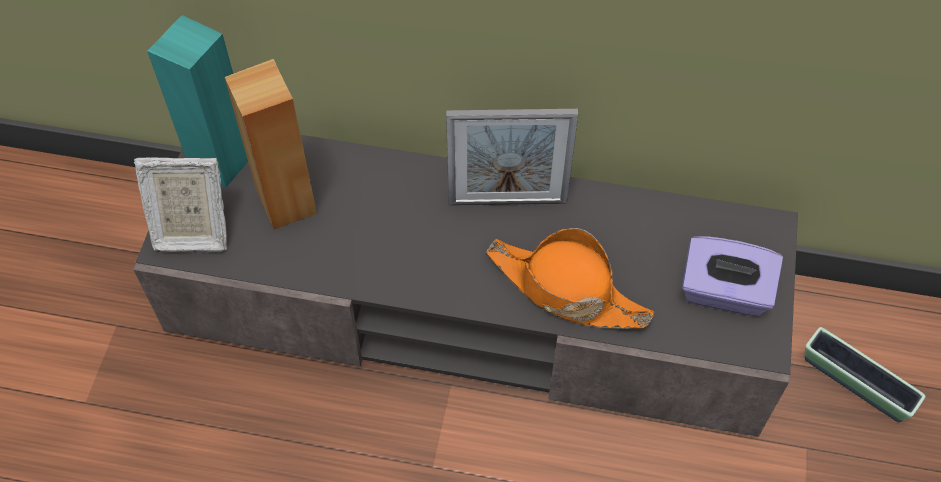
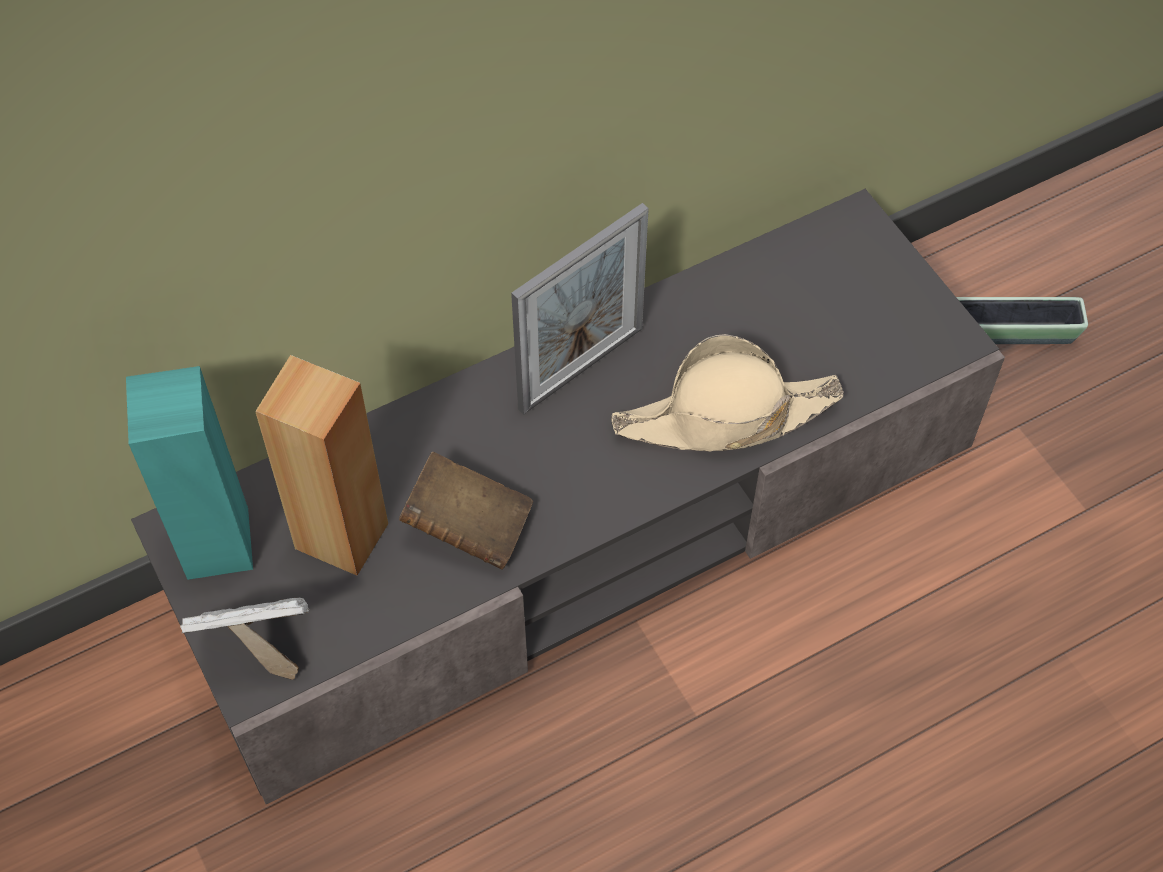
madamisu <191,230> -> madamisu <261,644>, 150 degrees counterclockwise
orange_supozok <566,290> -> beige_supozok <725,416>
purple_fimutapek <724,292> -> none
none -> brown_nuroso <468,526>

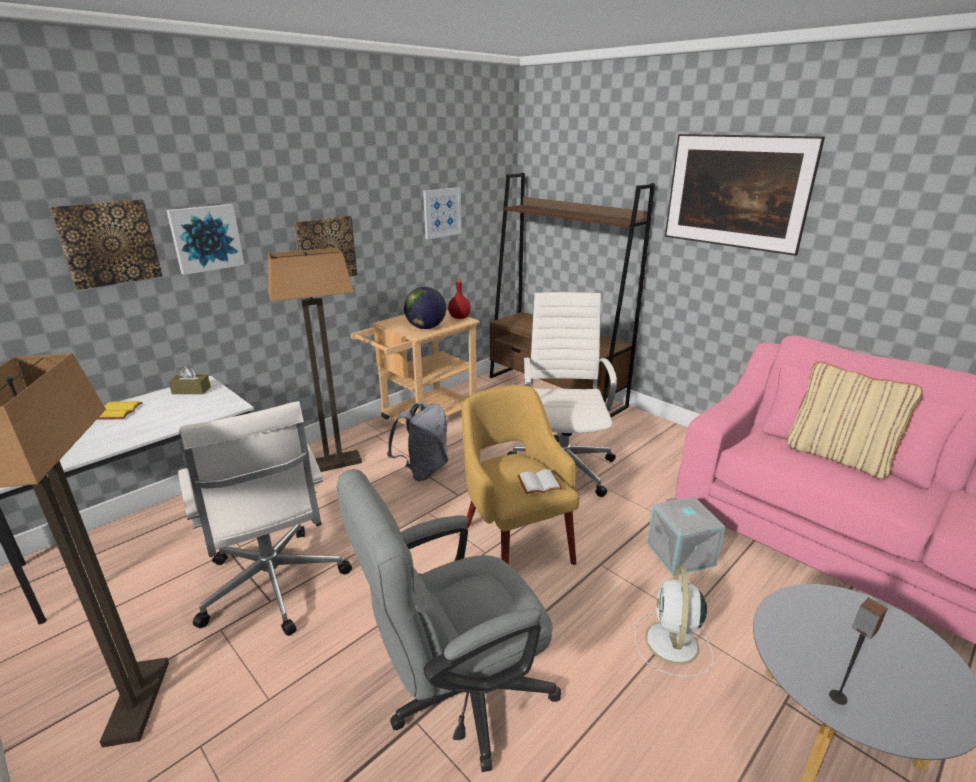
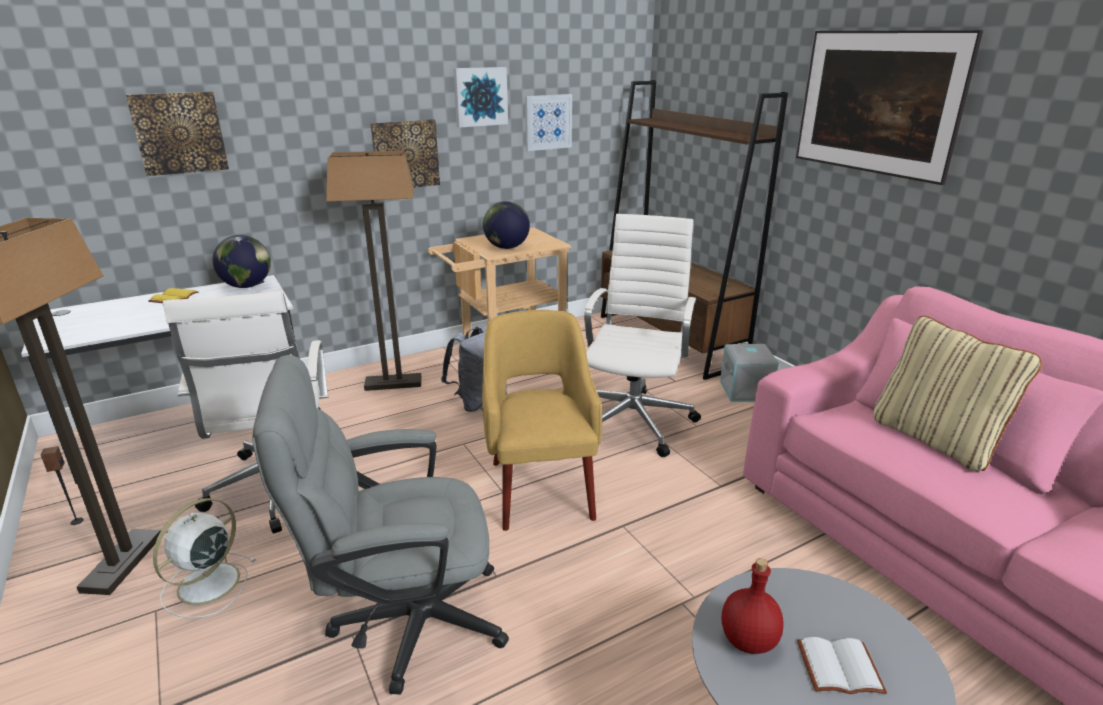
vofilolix <206,238> -> vofilolix <480,96>, relocated
brown_fimutapek <191,390> -> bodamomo <247,286>
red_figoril <459,317> -> red_figoril <747,640>, relocated
white_nuroso <539,484> -> white_nuroso <839,669>, relocated
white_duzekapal <672,644> -> white_duzekapal <206,585>, relocated
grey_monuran <681,554> -> grey_monuran <746,391>, relocated
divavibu <837,697> -> divavibu <76,521>, relocated

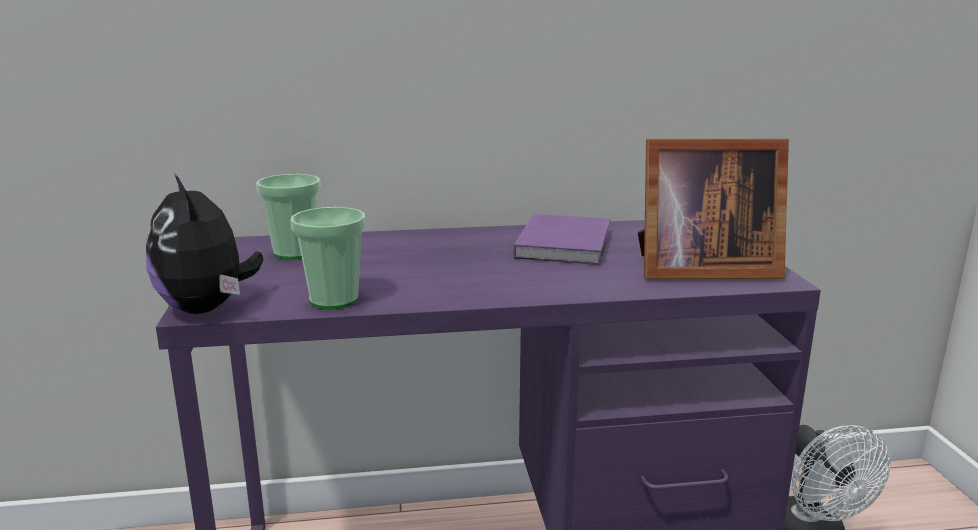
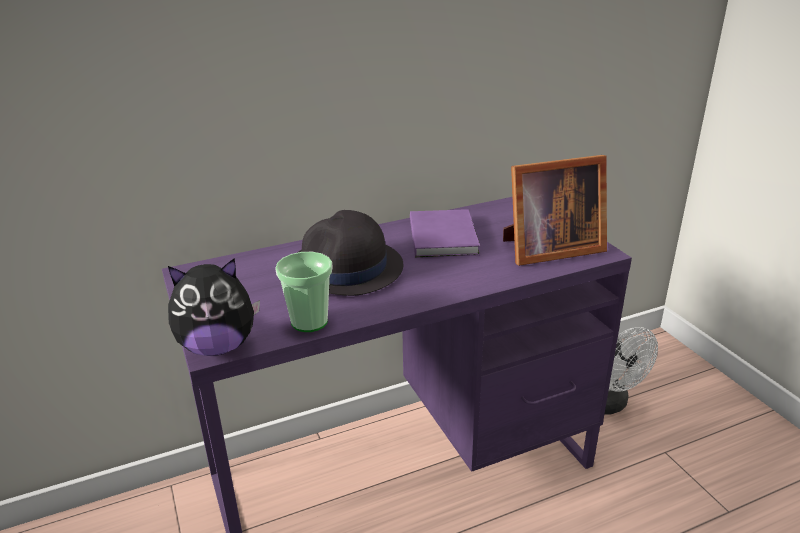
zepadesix <208,308> -> zepadesix <218,347>, 60 degrees counterclockwise
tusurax <294,253> -> none
none -> black_supozok <345,269>

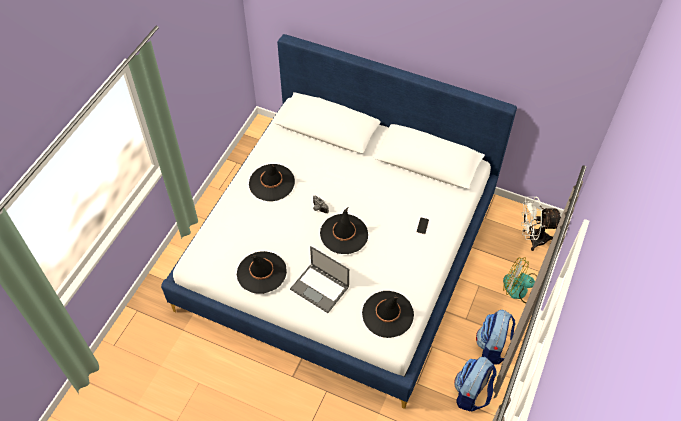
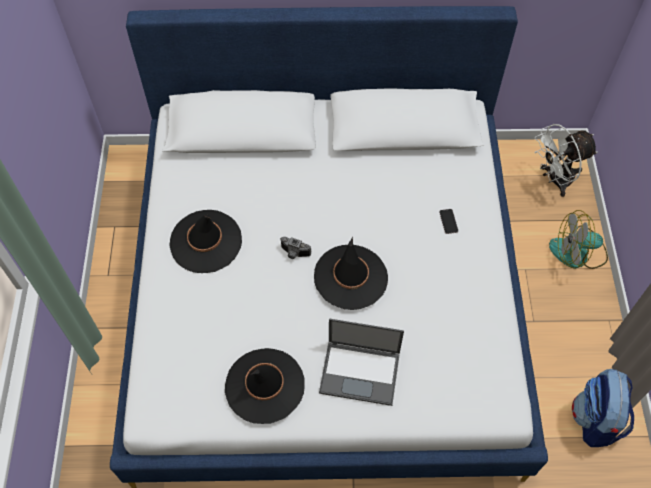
black_supozok <387,314> -> none
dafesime <493,348> -> none

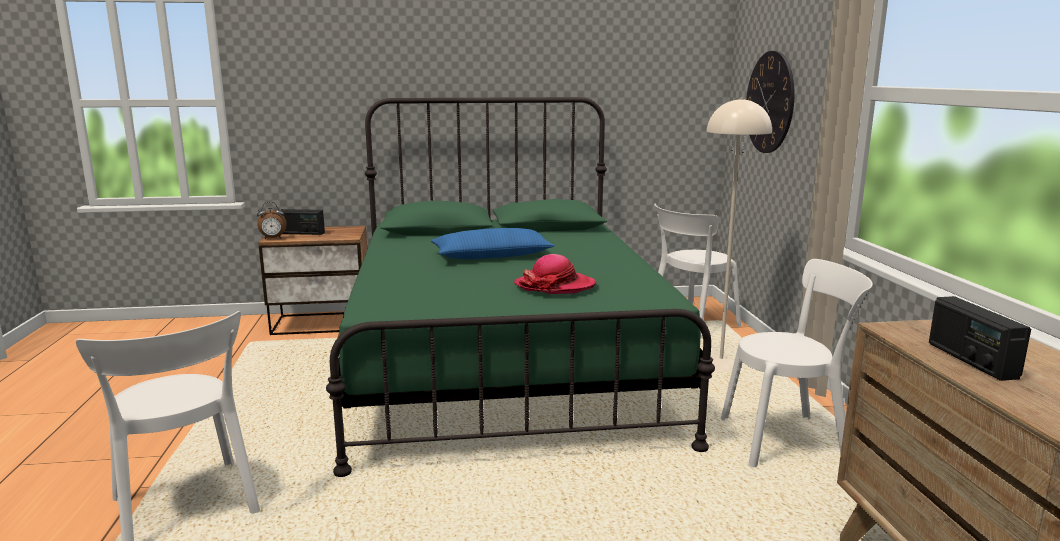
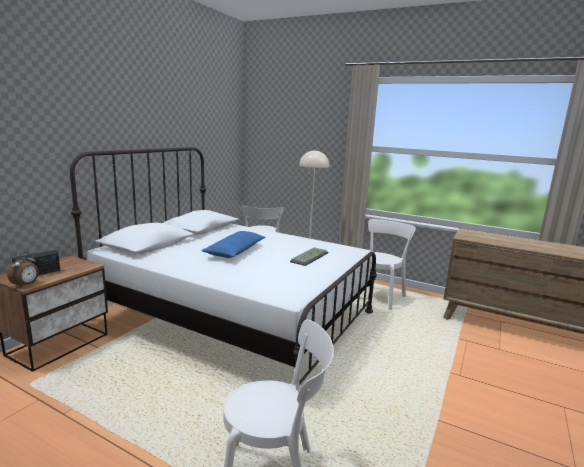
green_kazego <504,366> -> white_kazego <235,316>
supozok <555,286> -> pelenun <309,257>
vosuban <770,102> -> none
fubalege <971,360> -> none

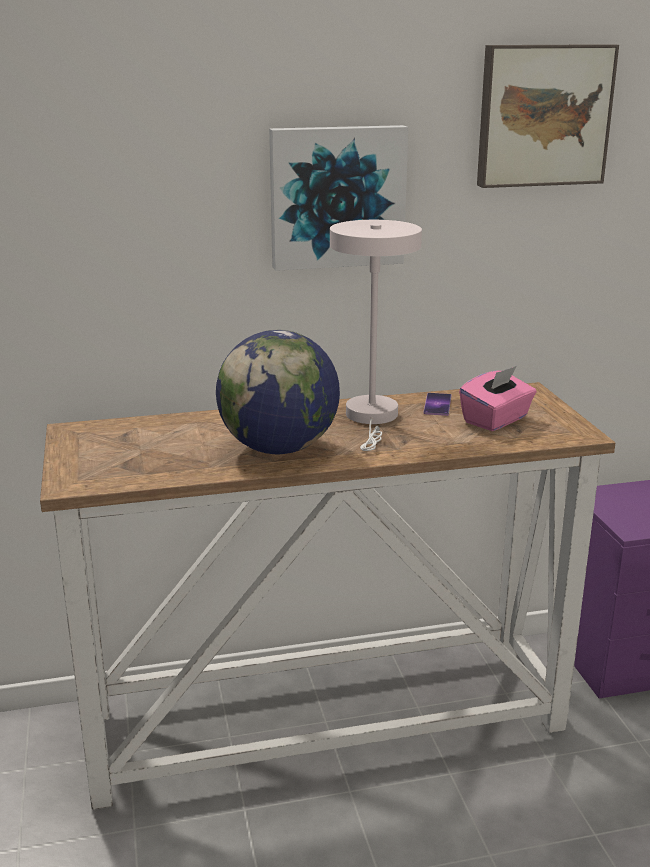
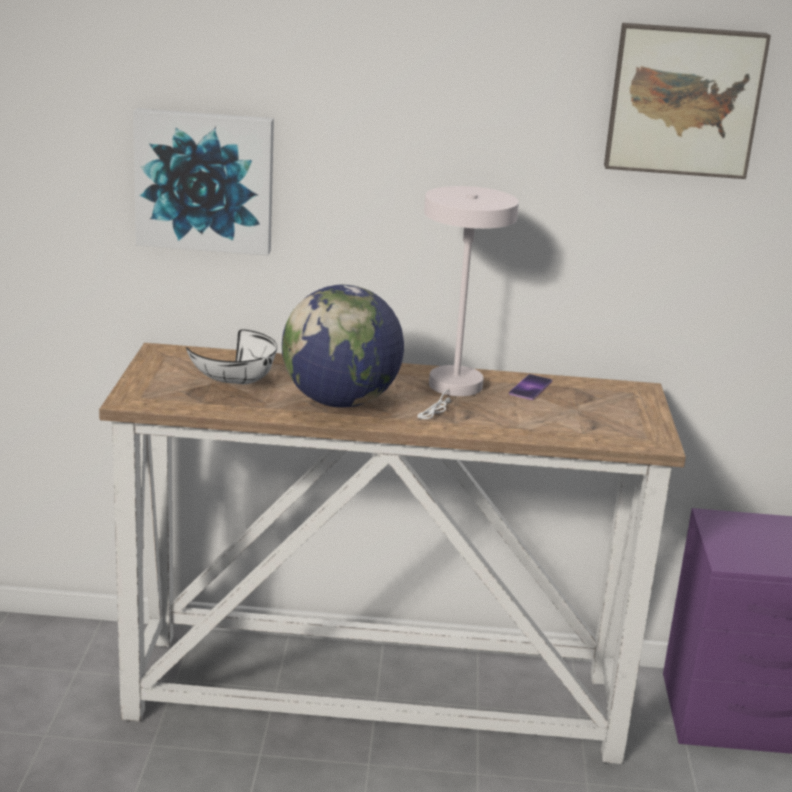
vofilolix <336,197> -> vofilolix <205,180>, relocated
pink_fimutapek <496,420> -> none
none -> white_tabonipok <239,382>

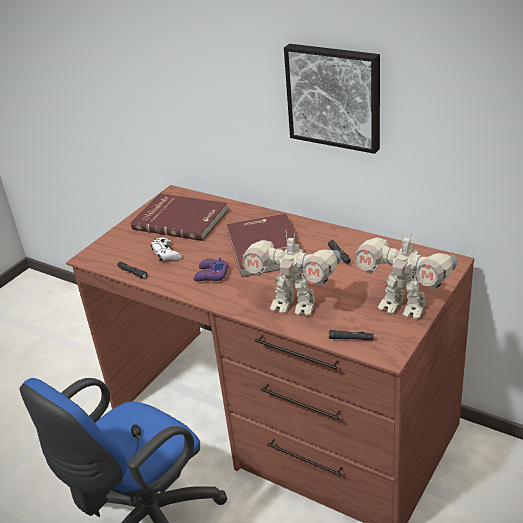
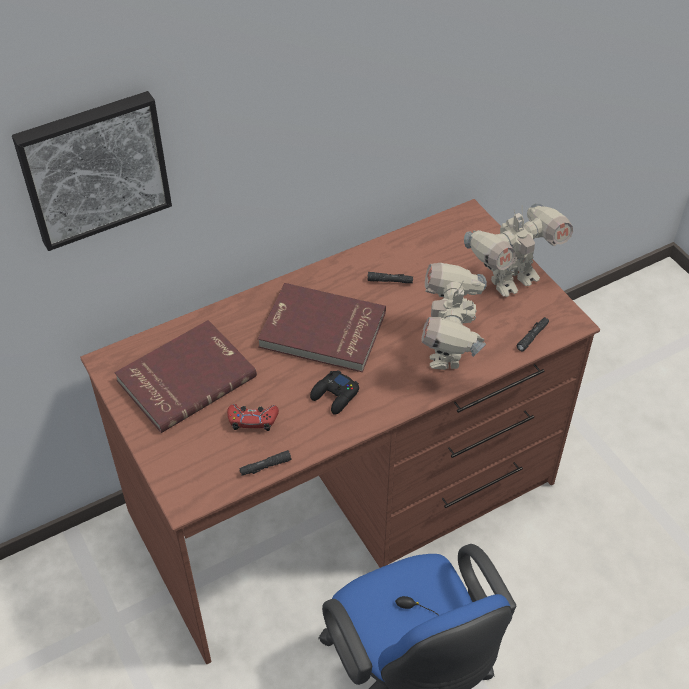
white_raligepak <166,254> -> red_raligepak <253,420>
purple_raligepak <211,275> -> black_raligepak <335,396>
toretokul <294,305> -> toretokul <448,352>, 135 degrees clockwise
vofilolix <335,96> -> vofilolix <93,168>, relocated

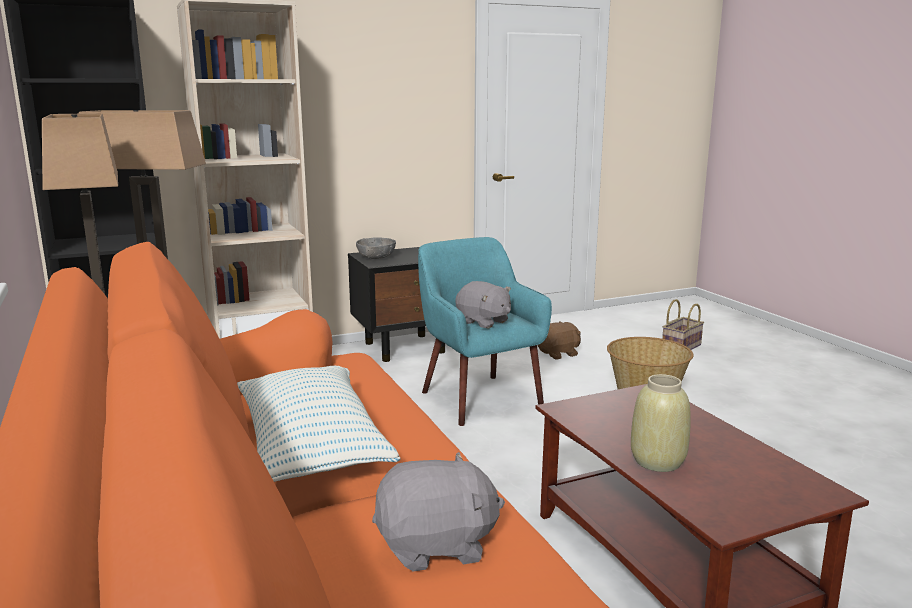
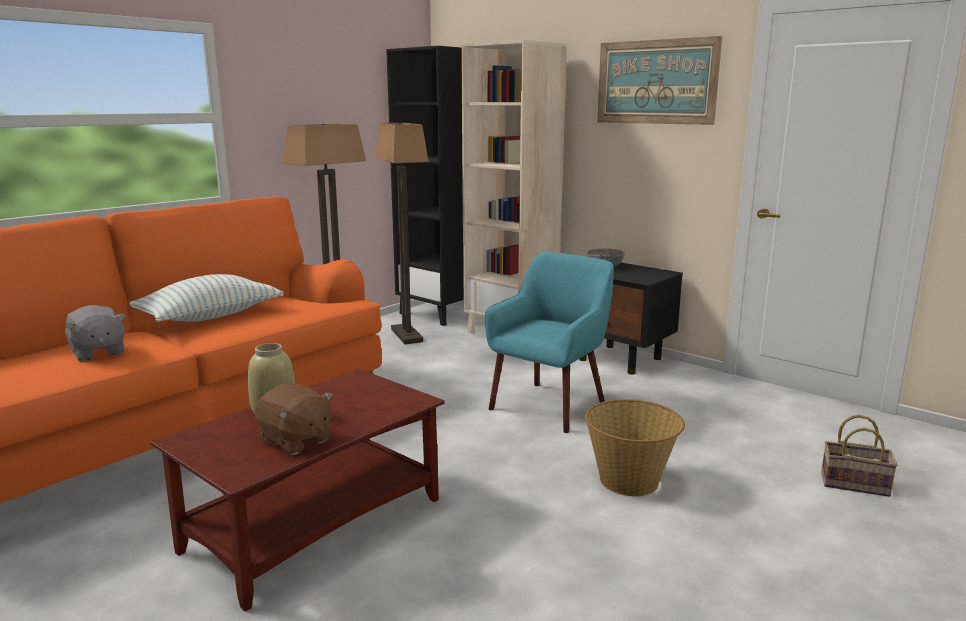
grey_zepadesix <483,322> -> none
brown_zepadesix <558,354> -> brown_zepadesix <295,441>, relocated
none -> vofilolix <656,82>

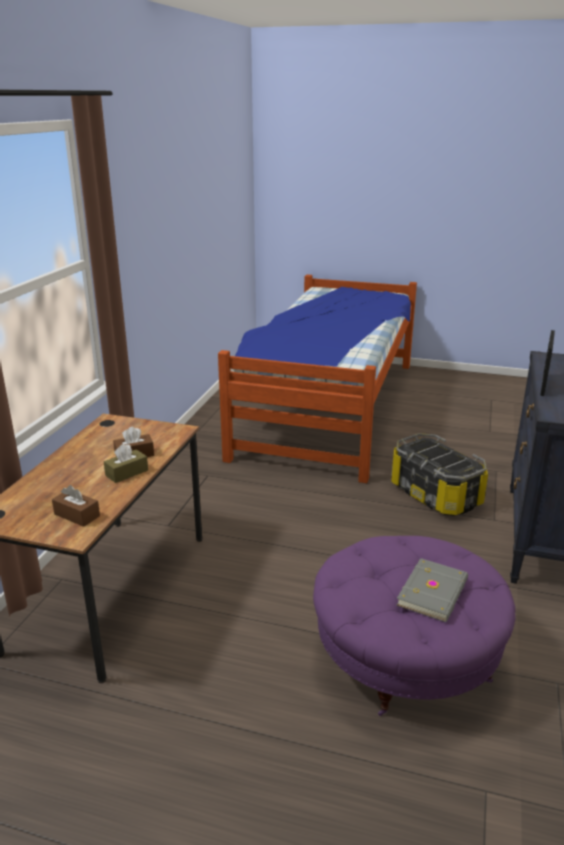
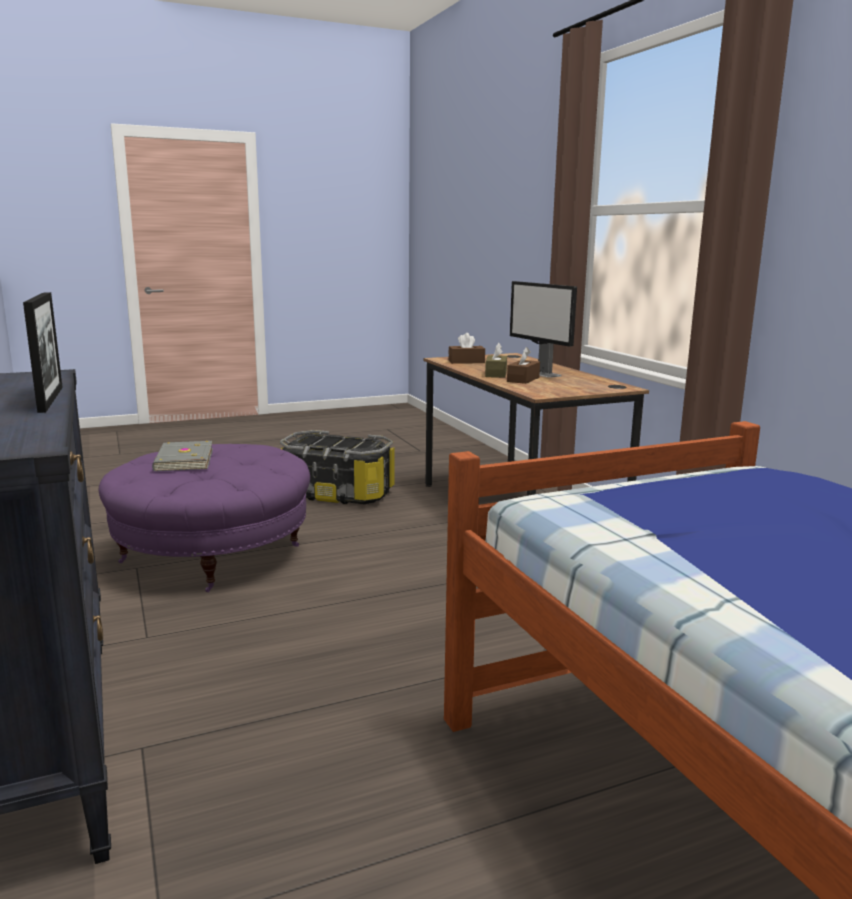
monuran <435,495> -> monuran <338,493>, relocated
none -> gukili <540,373>

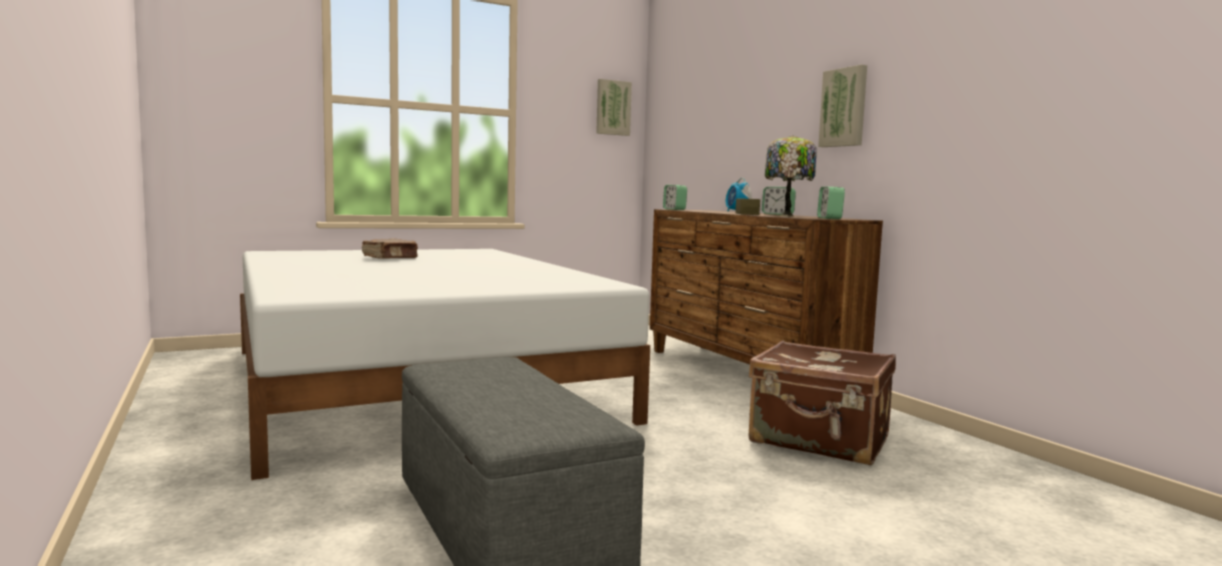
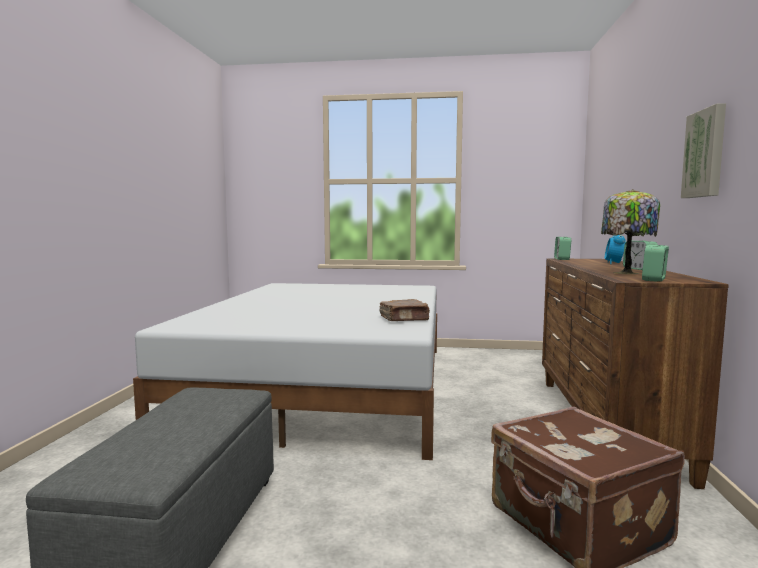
brown_nuroso <390,258> -> brown_nuroso <404,319>, relocated
vofilolix <612,108> -> none
brown_fimutapek <747,214> -> none

